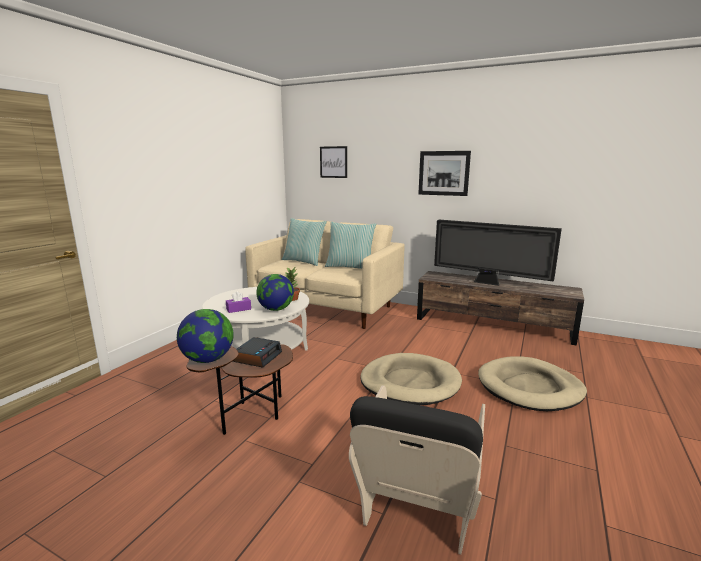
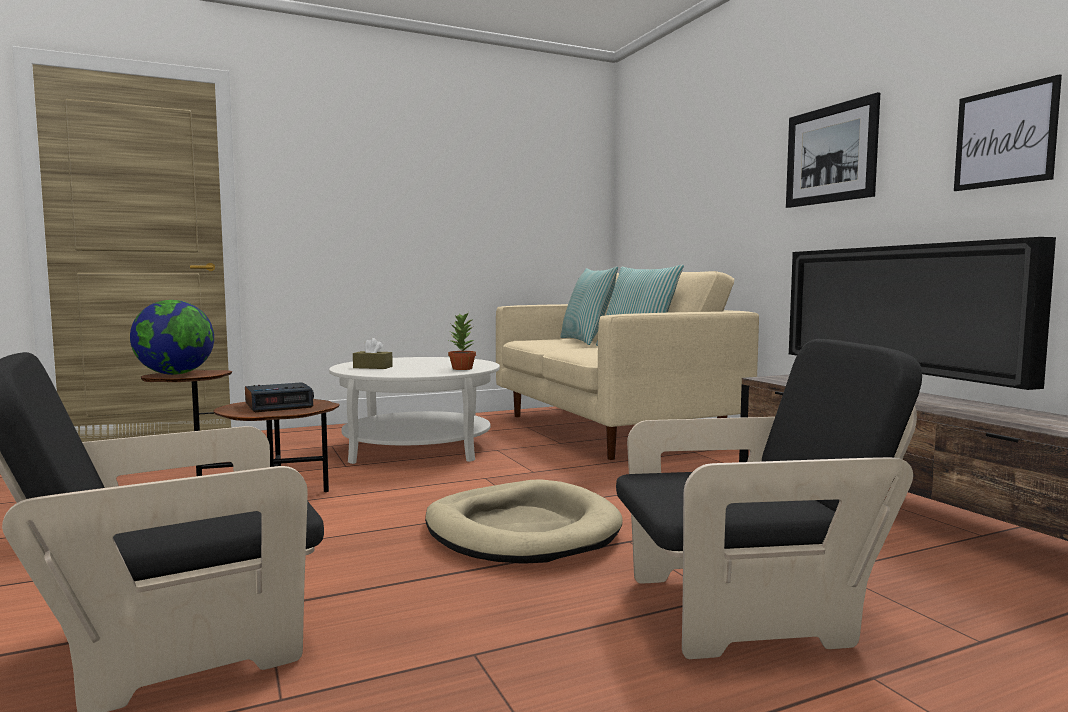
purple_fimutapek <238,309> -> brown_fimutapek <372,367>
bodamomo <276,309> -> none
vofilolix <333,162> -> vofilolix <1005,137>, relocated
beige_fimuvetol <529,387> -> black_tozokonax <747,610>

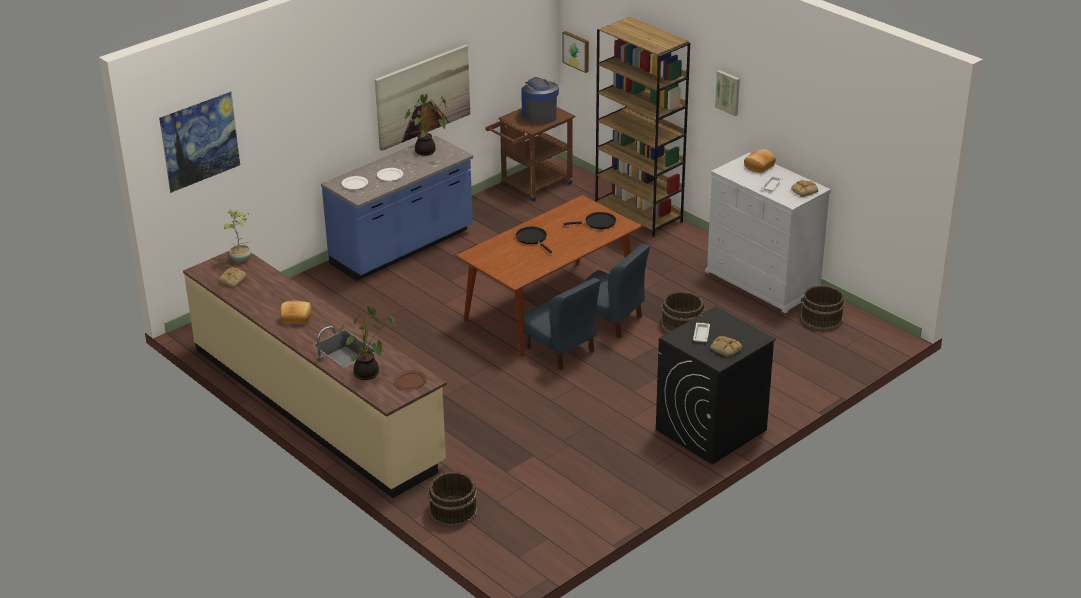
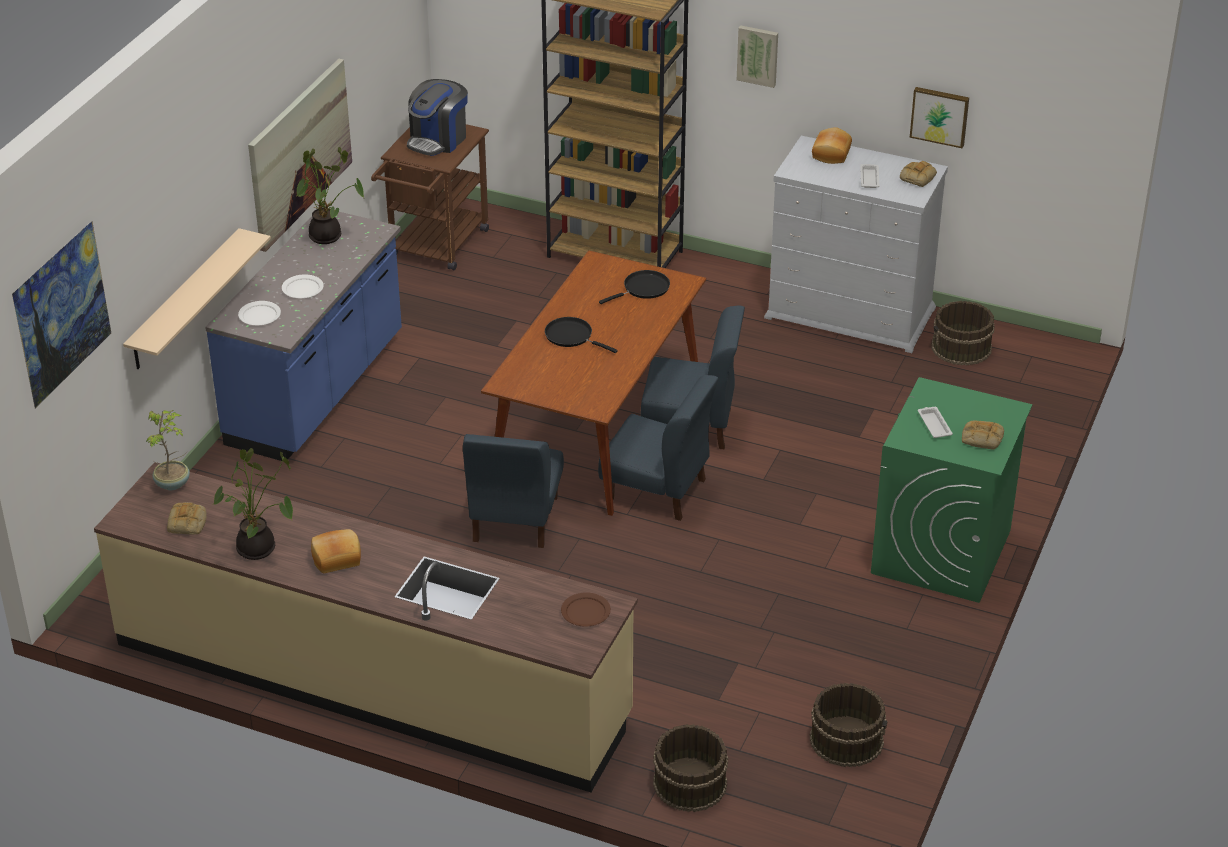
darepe <368,374> -> darepe <259,549>, relocated
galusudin <539,115> -> galusudin <438,140>, 105 degrees counterclockwise
vofilolix <577,51> -> vofilolix <940,116>, relocated
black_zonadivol <711,430> -> green_zonadivol <941,552>
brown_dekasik <682,324> -> brown_dekasik <847,740>, relocated
none -> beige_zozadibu <185,300>
none -> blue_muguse <514,519>

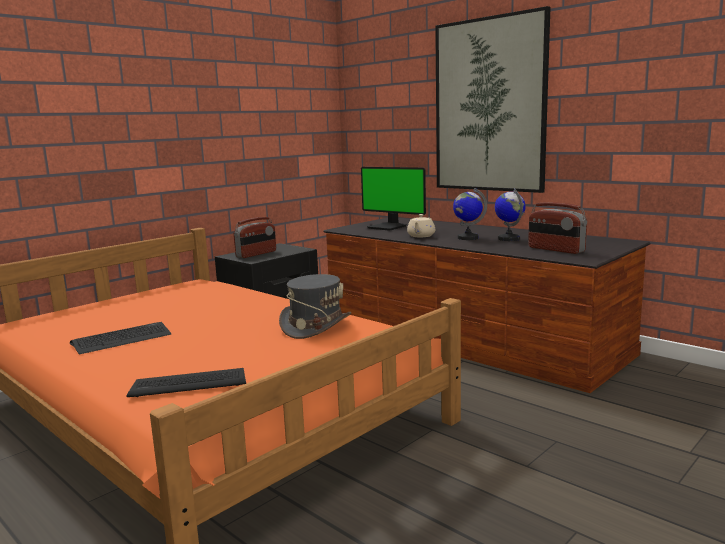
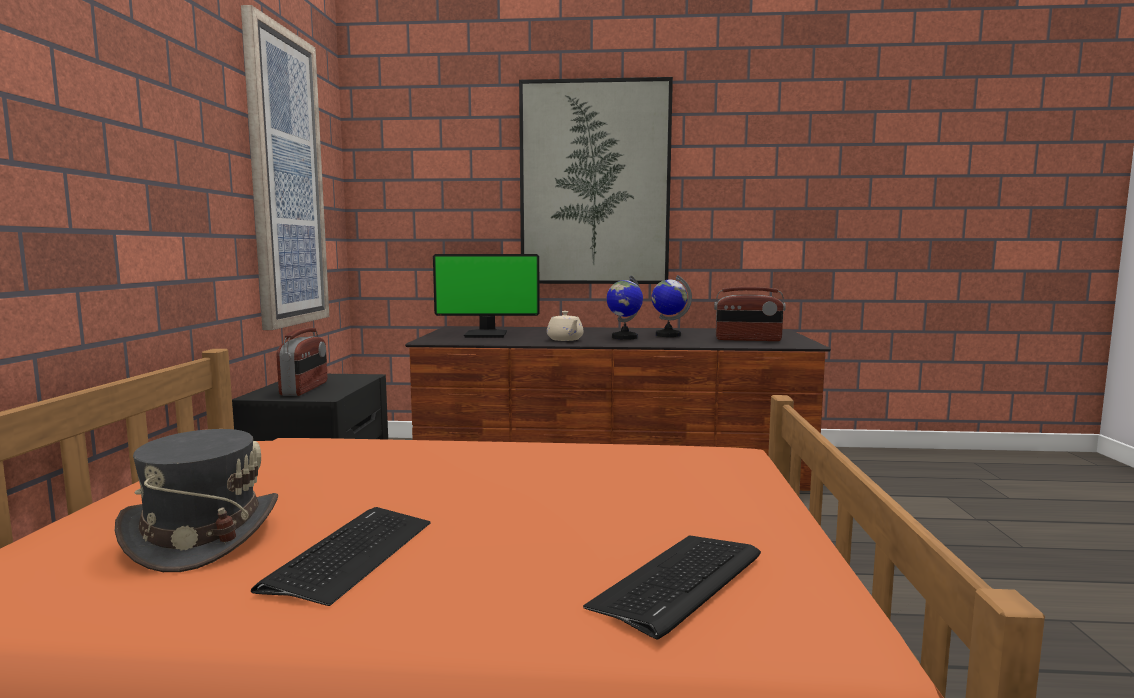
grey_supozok <315,326> -> grey_supozok <202,536>, relocated
none -> vofilolix <285,180>

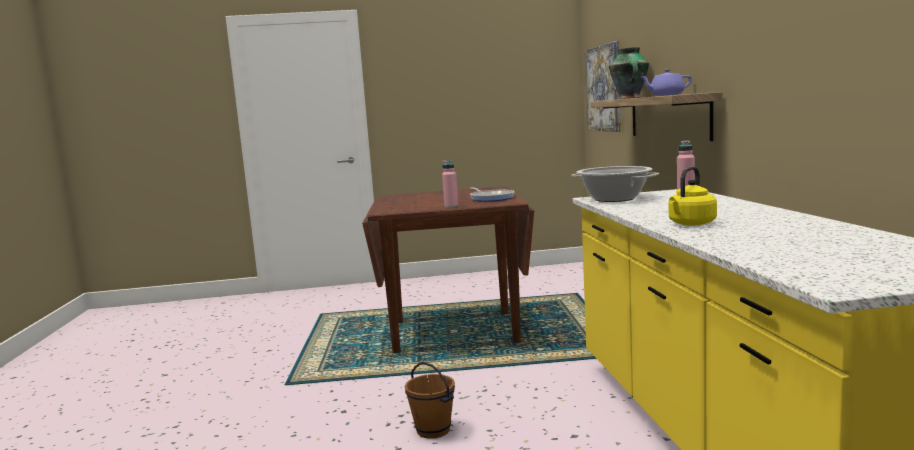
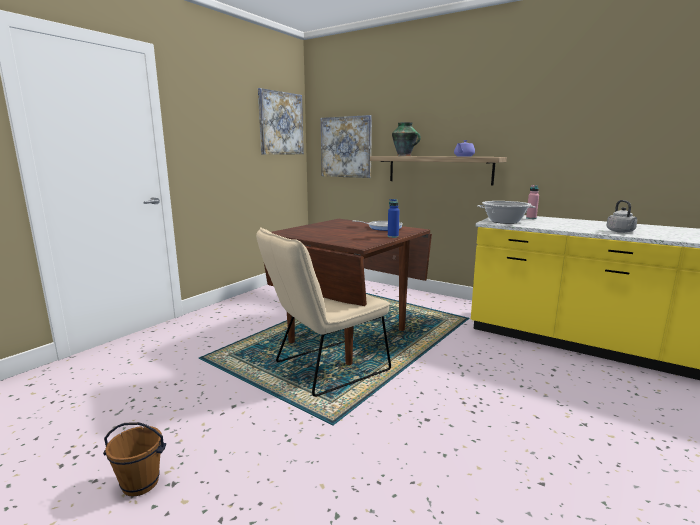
brown_dekasik <432,431> -> brown_dekasik <140,484>, relocated
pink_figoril <451,207> -> blue_figoril <393,236>
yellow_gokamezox <690,224> -> grey_gokamezox <621,231>
none -> beige_muguse <325,368>
none -> vofilolix <281,123>

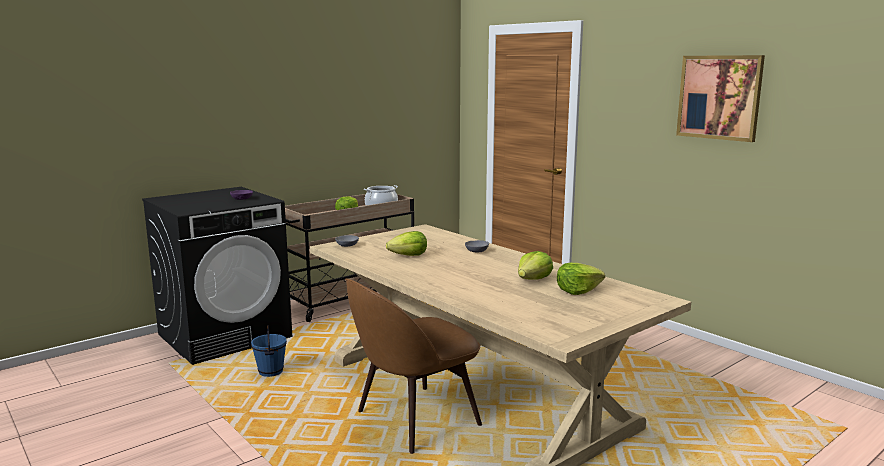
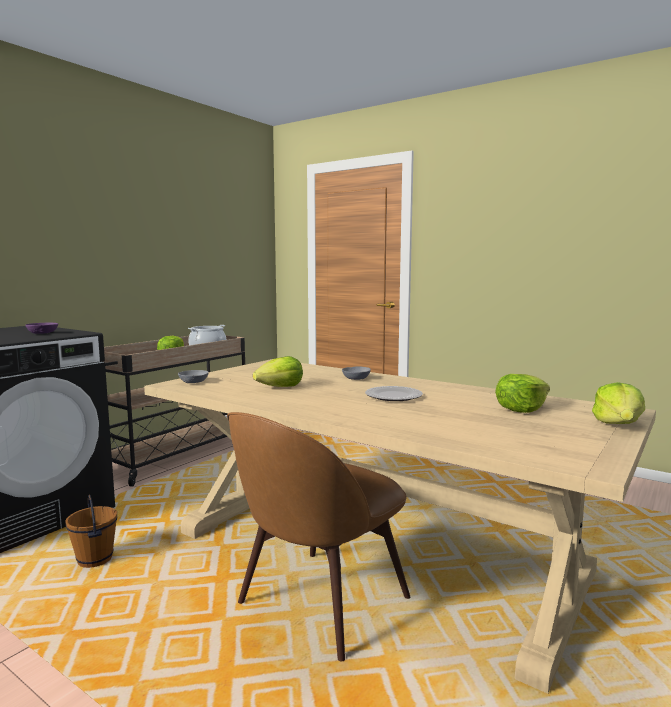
blue_dekasik <270,372> -> brown_dekasik <94,560>
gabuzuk <533,280> -> gabuzuk <618,424>, relocated
vofilolix <719,97> -> none
none -> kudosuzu <394,396>

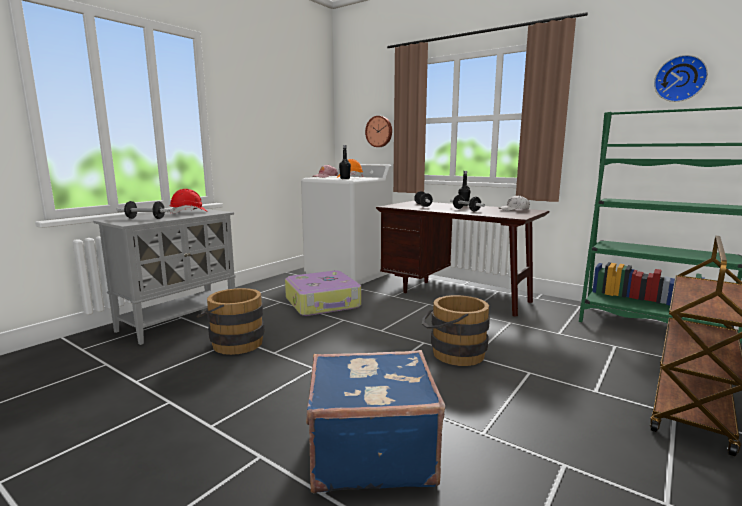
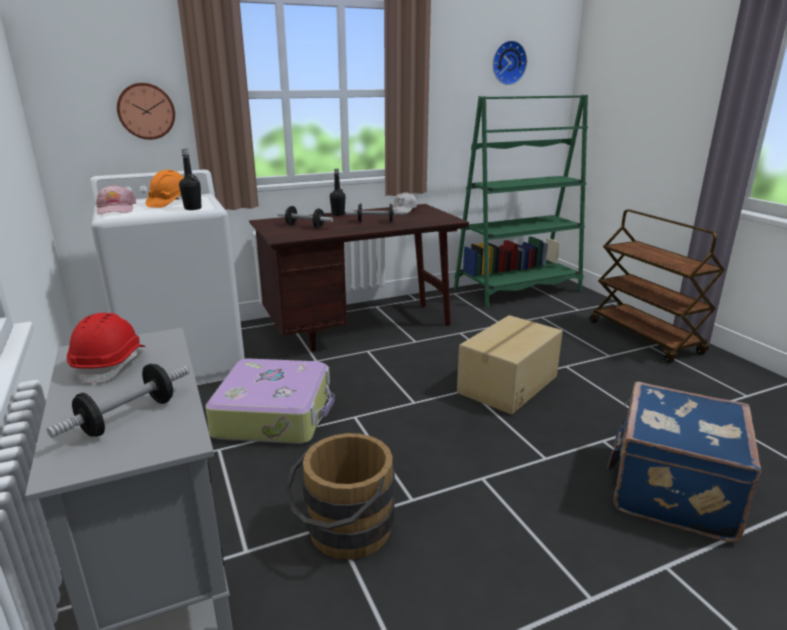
brown_dekasik <452,353> -> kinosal <506,384>

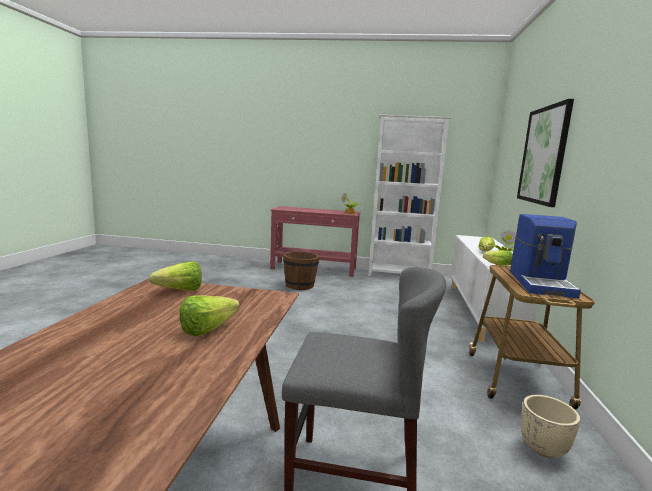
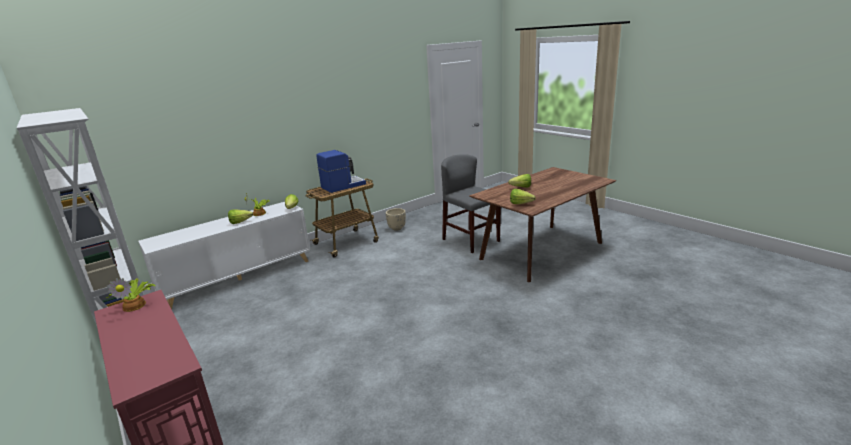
brown_dekasik <300,285> -> none
vofilolix <543,155> -> none

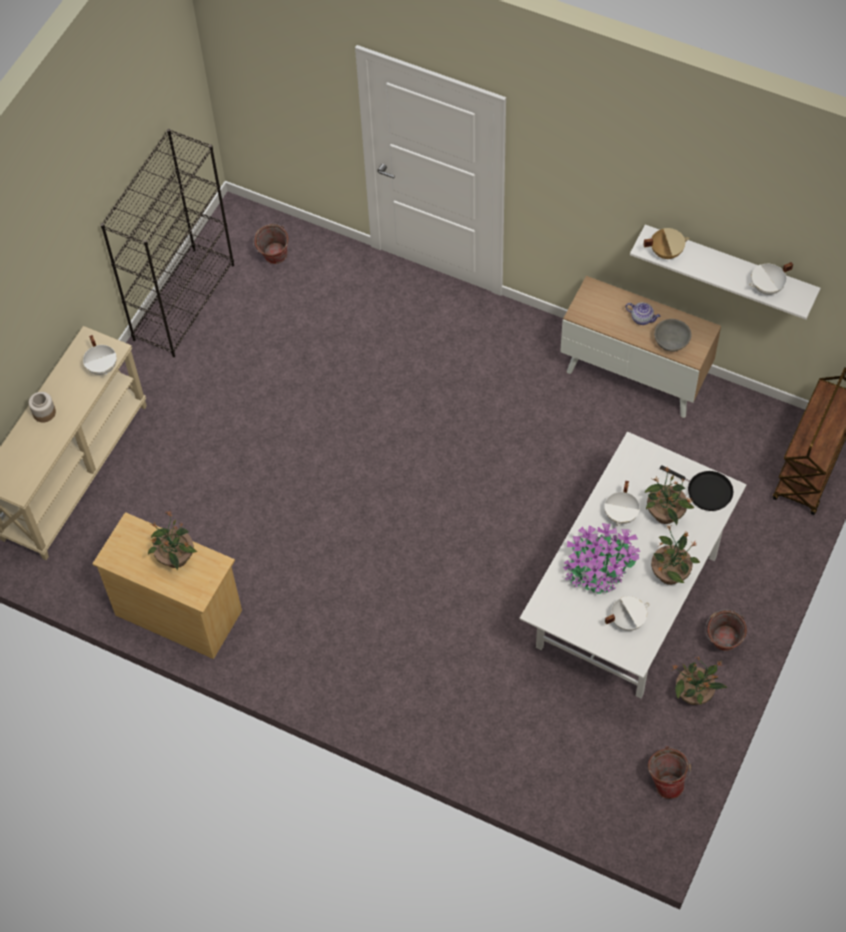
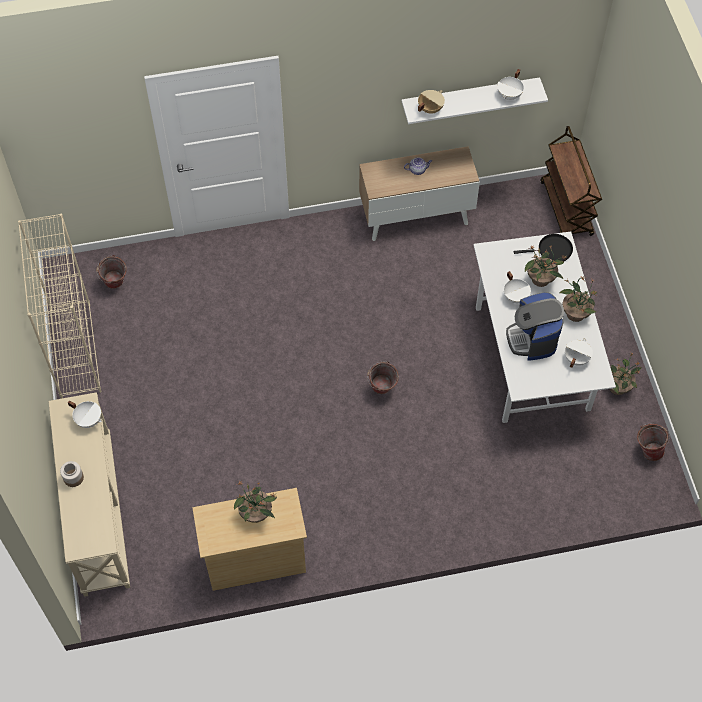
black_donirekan <184,301> -> beige_donirekan <75,350>
darepe <599,569> -> galusudin <532,339>
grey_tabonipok <671,342> -> none
dekasik <721,644> -> dekasik <382,390>, relocated

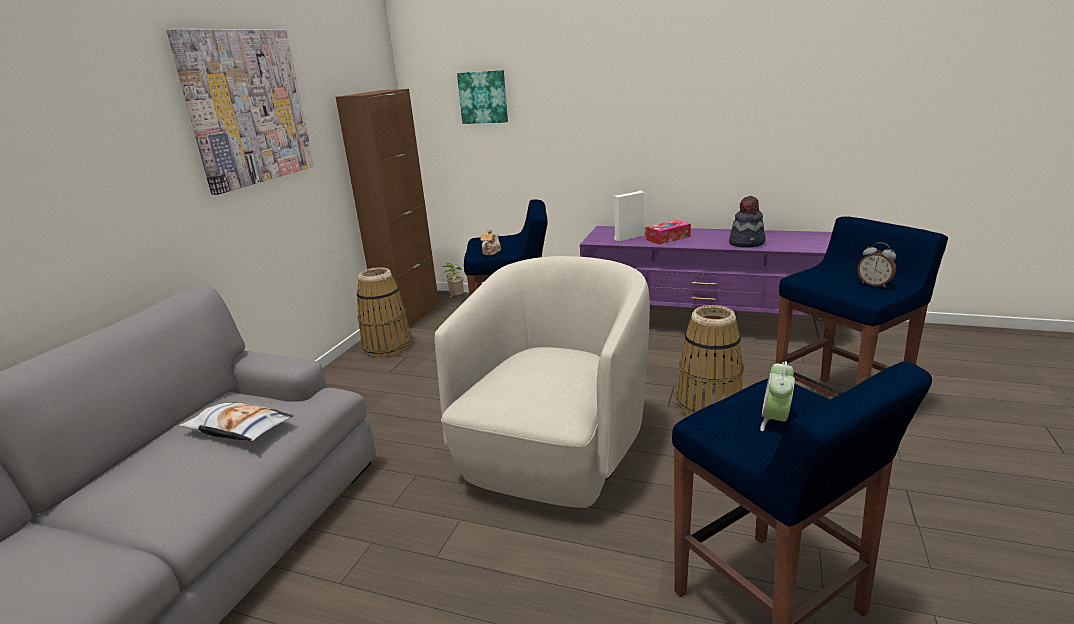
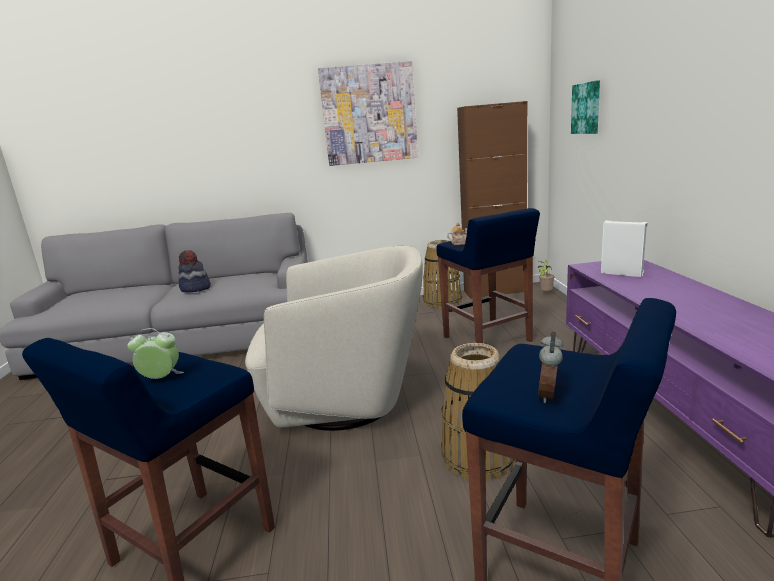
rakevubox <238,429> -> none
fimutapek <668,238> -> none
supozok <747,243> -> supozok <195,289>, relocated

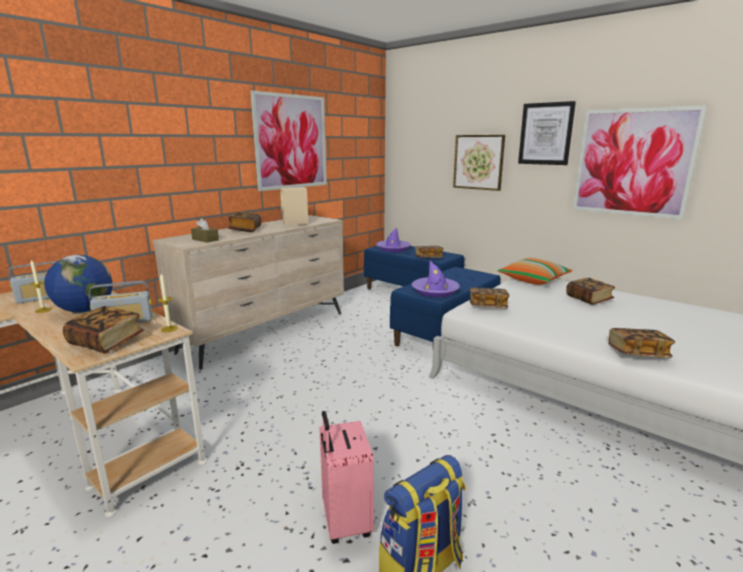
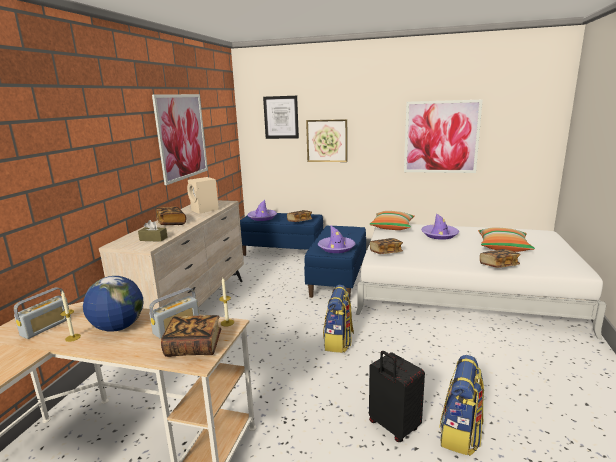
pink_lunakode <344,521> -> black_lunakode <393,427>
vofilolix <545,134> -> vofilolix <281,117>, relocated
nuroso <588,299> -> purple_supozok <439,235>
none -> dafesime <338,342>
none -> rakevubox <503,247>

